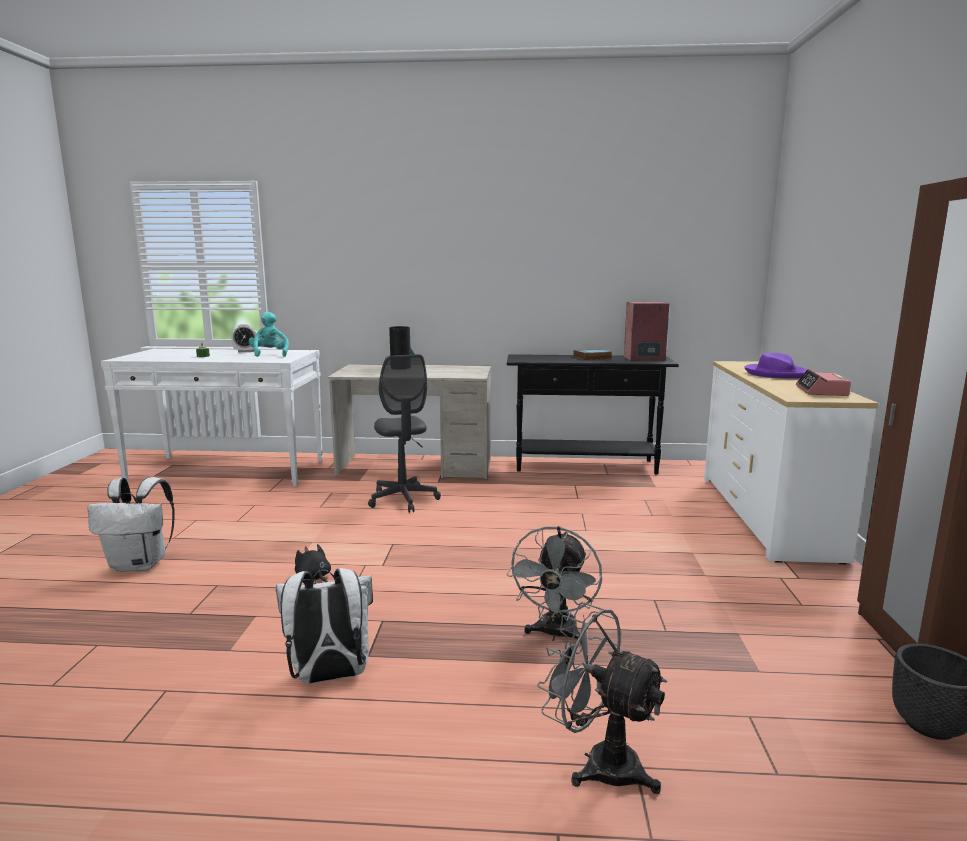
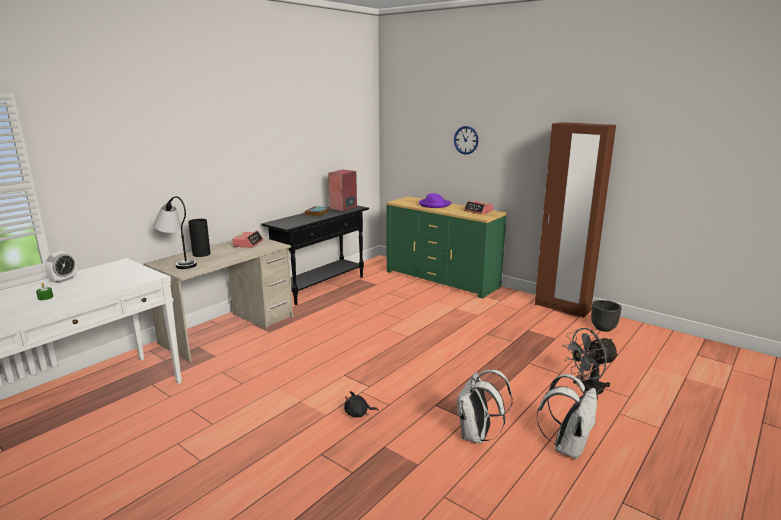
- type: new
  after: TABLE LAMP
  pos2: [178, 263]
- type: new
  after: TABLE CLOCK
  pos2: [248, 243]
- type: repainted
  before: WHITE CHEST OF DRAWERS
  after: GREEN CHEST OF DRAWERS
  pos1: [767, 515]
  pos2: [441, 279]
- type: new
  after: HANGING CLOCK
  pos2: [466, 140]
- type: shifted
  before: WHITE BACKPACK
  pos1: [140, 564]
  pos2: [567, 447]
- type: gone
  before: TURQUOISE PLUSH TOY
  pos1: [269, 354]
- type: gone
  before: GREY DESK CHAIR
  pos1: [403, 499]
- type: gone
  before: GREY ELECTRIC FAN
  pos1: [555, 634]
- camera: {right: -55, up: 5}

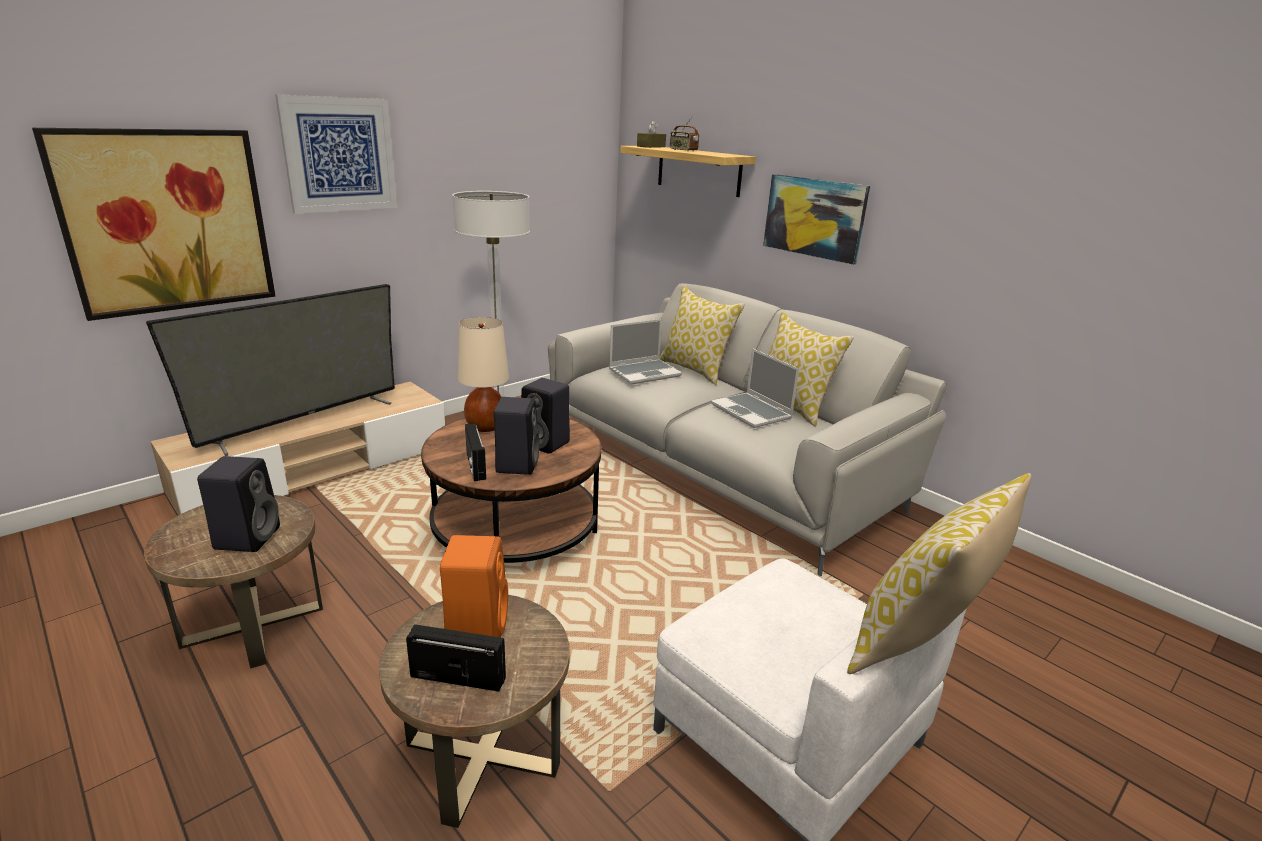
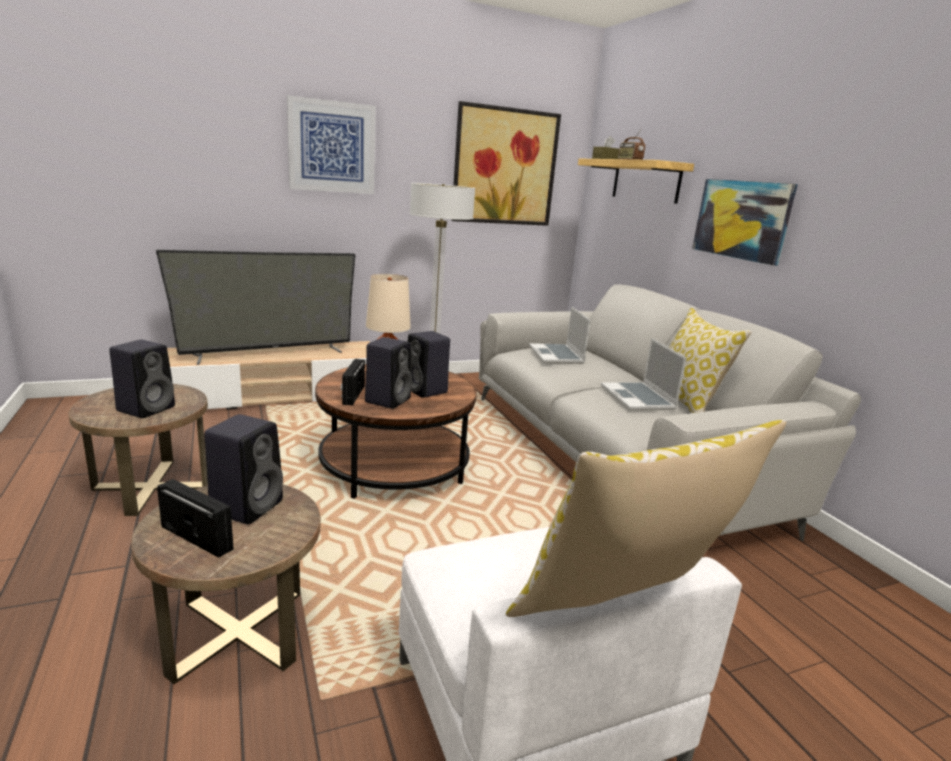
- type: repainted
  before: ORANGEY AUDIO SPEAKER
  after: BLACK-COLOURED AUDIO SPEAKER
  pos1: [477, 627]
  pos2: [248, 506]
- type: shifted
  before: WALL ART
  pos1: [167, 221]
  pos2: [504, 167]
- type: rotated
  before: PORTABLE COMPUTER
  pos1: [645, 373]
  pos2: [557, 355]
  turn: 90
- type: gone
  before: THROW PILLOW
  pos1: [695, 370]
- camera: {right: 20, up: -5}

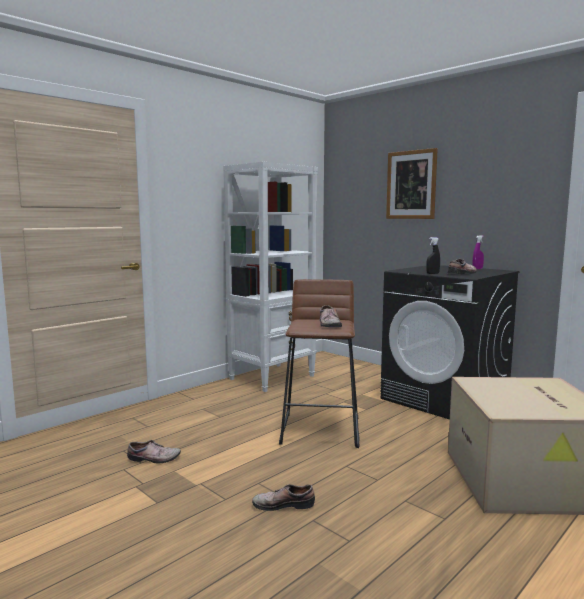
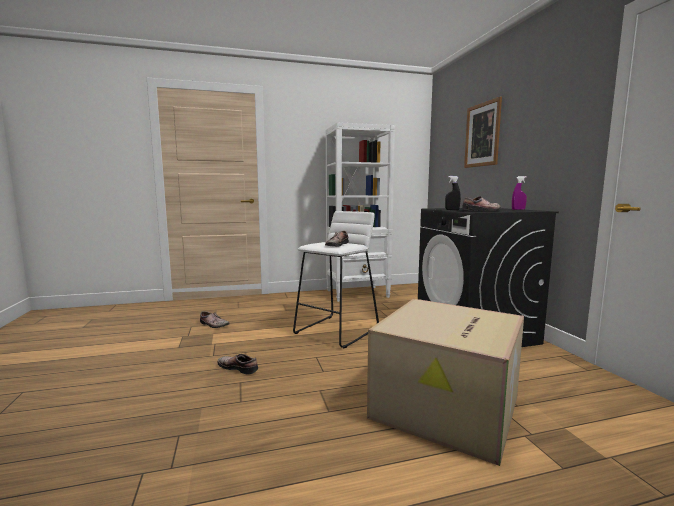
- type: repainted
  before: BROWN STOOL
  after: WHITE STOOL
  pos1: [321, 429]
  pos2: [337, 331]
- camera: {right: 30, up: 0}

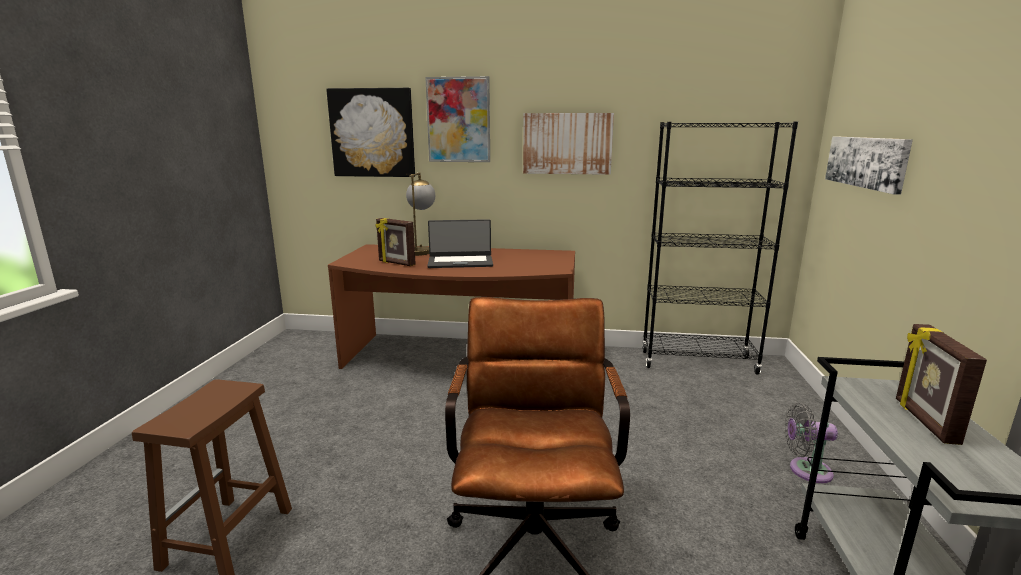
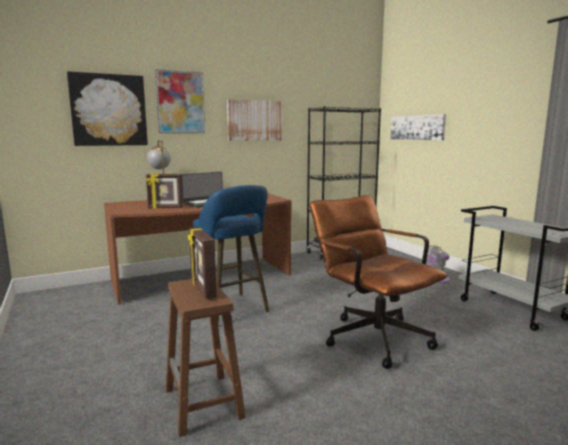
- type: shifted
  before: STANDING FRAME
  pos1: [924, 421]
  pos2: [202, 290]
- type: new
  after: BLUE STOOL
  pos2: [232, 311]
- camera: {right: -35, up: -5}

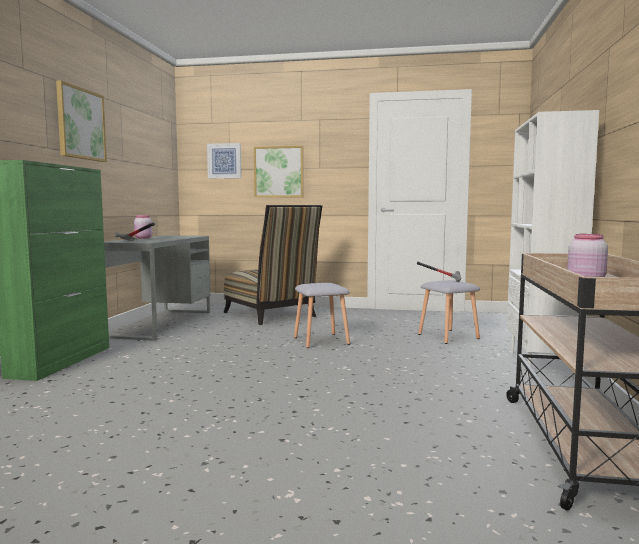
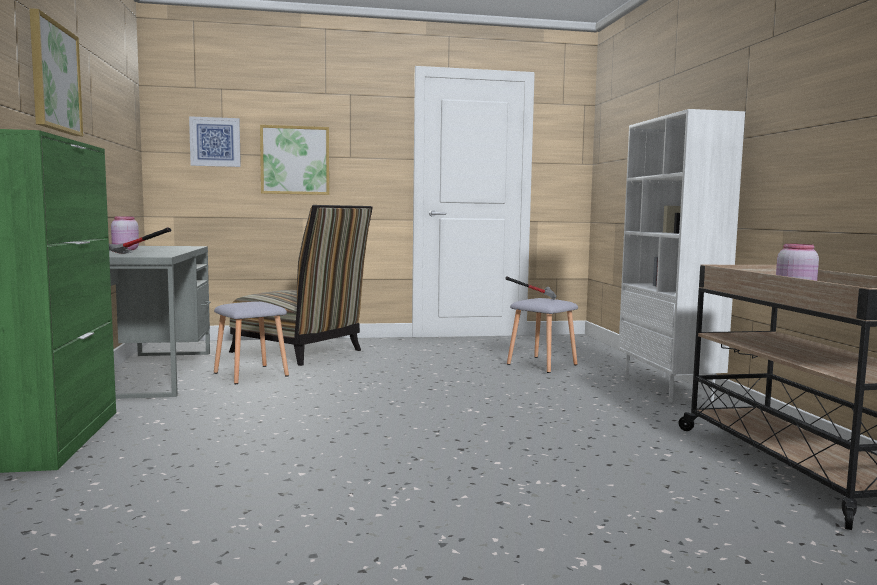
- type: shifted
  before: GREY STOOL
  pos1: [322, 340]
  pos2: [252, 374]
- camera: {right: -20, up: 0}

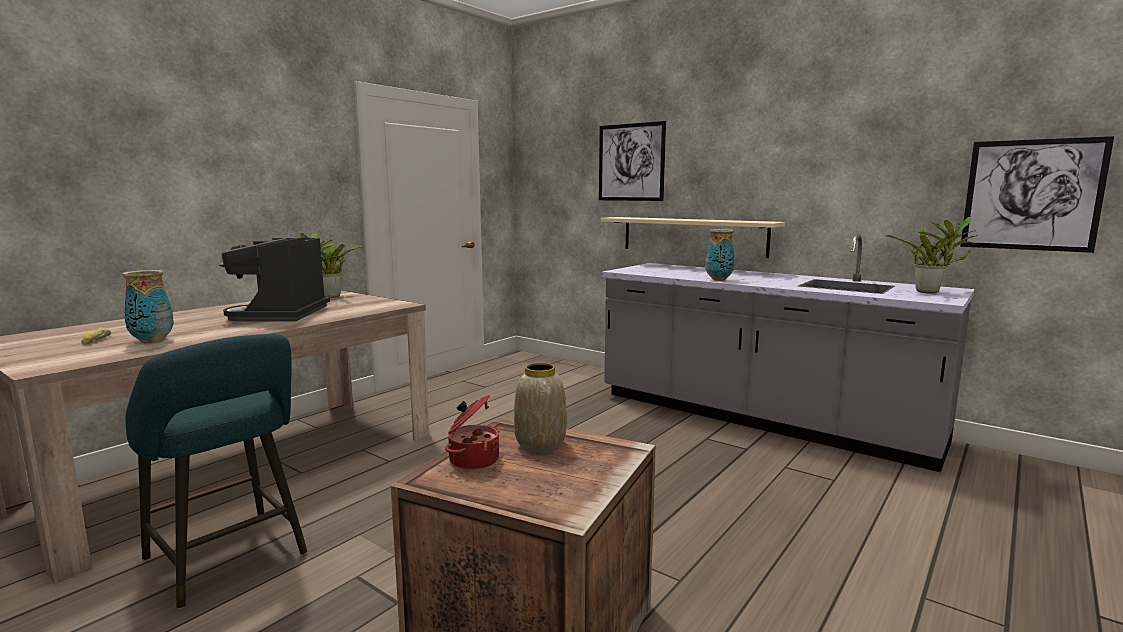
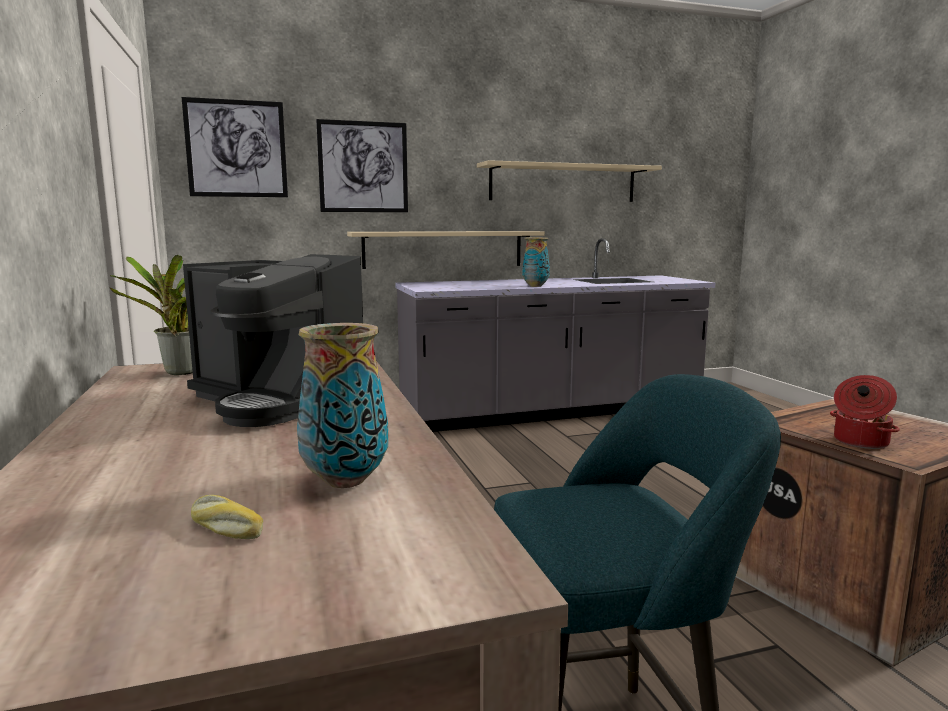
- type: shifted
  before: WALL ART
  pos1: [1031, 195]
  pos2: [236, 149]
- type: new
  after: SAND-COLOURED WALL SHELF
  pos2: [563, 183]
- type: gone
  before: FLOWER VASE
  pos1: [540, 445]
- type: gone
  before: HOUSEPLANT
  pos1: [930, 292]
- camera: {right: -55, up: 0}

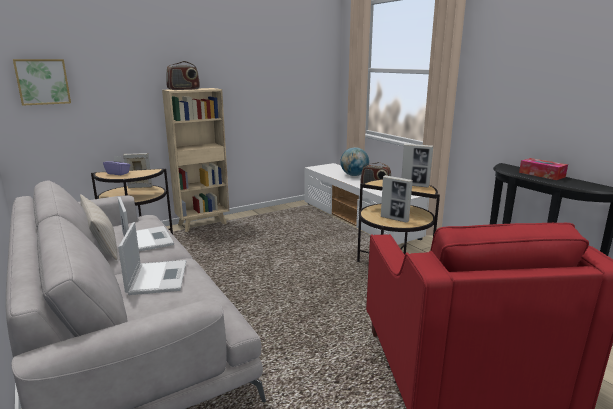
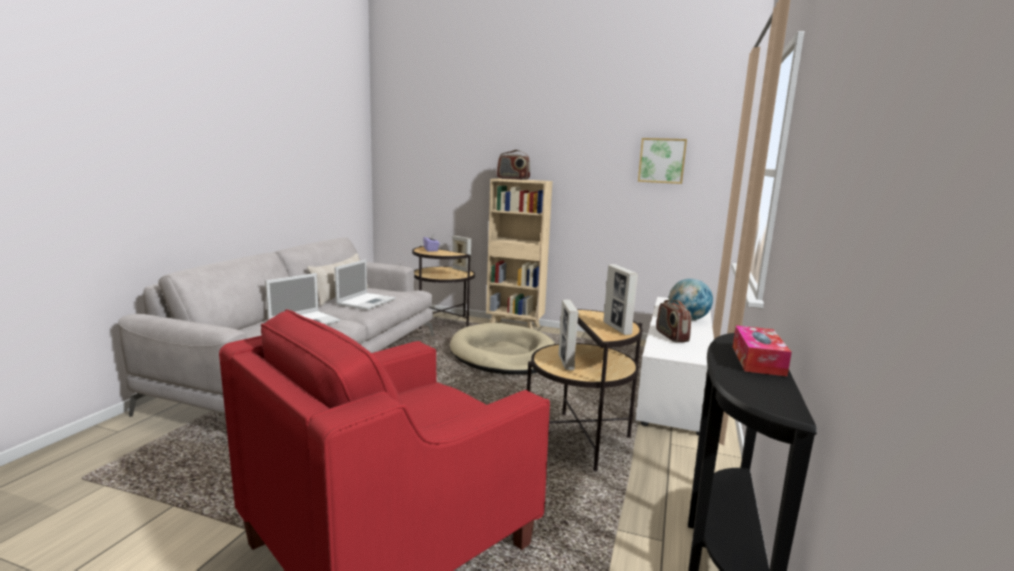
- type: new
  after: SAND-COLOURED DOG CUSHION
  pos2: [504, 354]
- type: shifted
  before: WALL ART
  pos1: [42, 82]
  pos2: [662, 160]
- camera: {right: 50, up: -5}

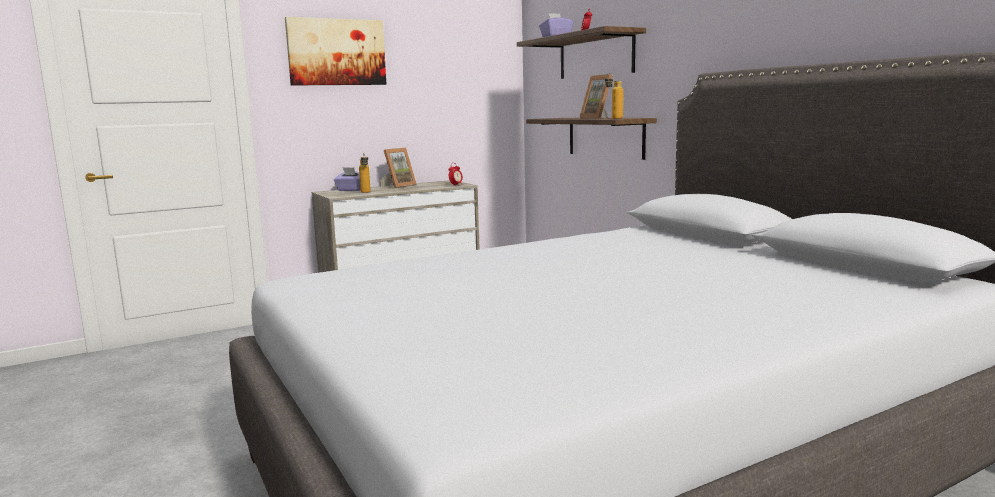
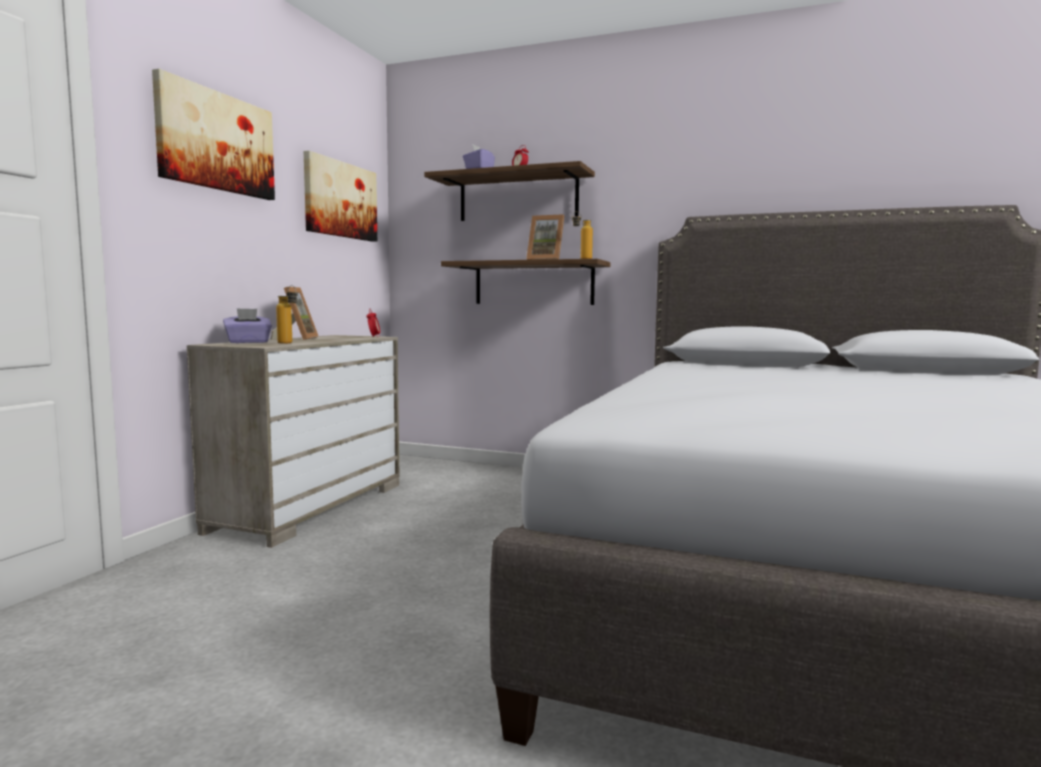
- type: new
  after: WALL ART
  pos2: [340, 200]
- camera: {right: -40, up: -5}

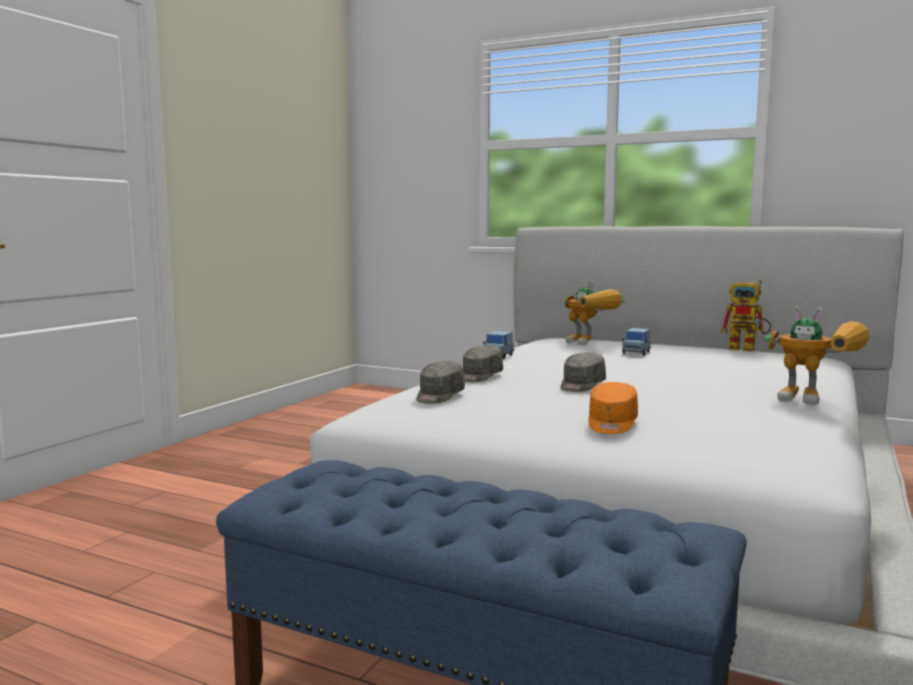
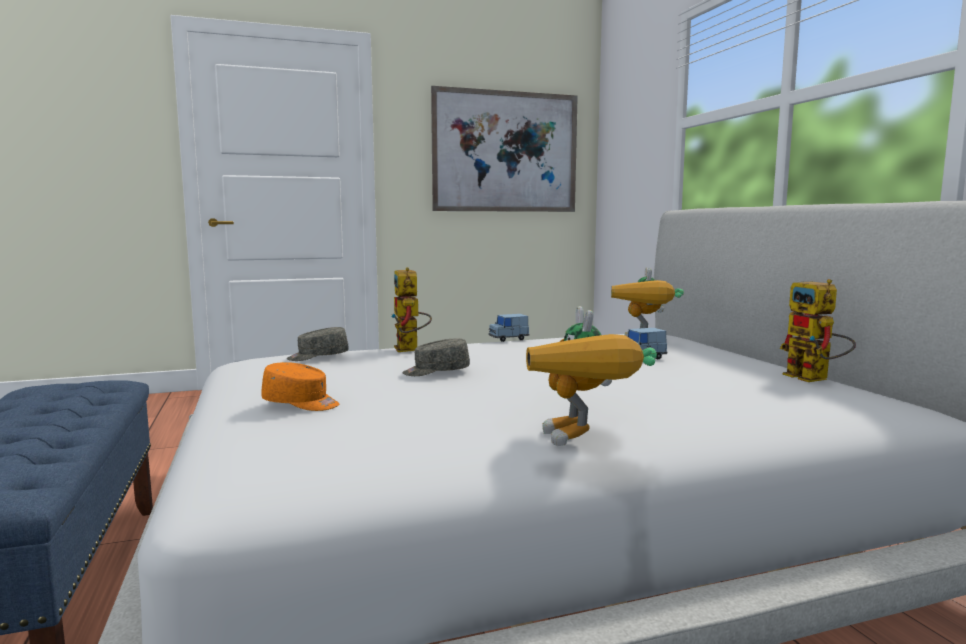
- type: rotated
  before: ORANGEY CAP
  pos1: [611, 424]
  pos2: [301, 403]
  turn: -135
- type: swapped
  before: GREY CAP
  after: TOY ROBOT
  pos1: [479, 376]
  pos2: [410, 350]
- type: new
  after: WALL ART
  pos2: [506, 152]
- camera: {right: 45, up: 0}

